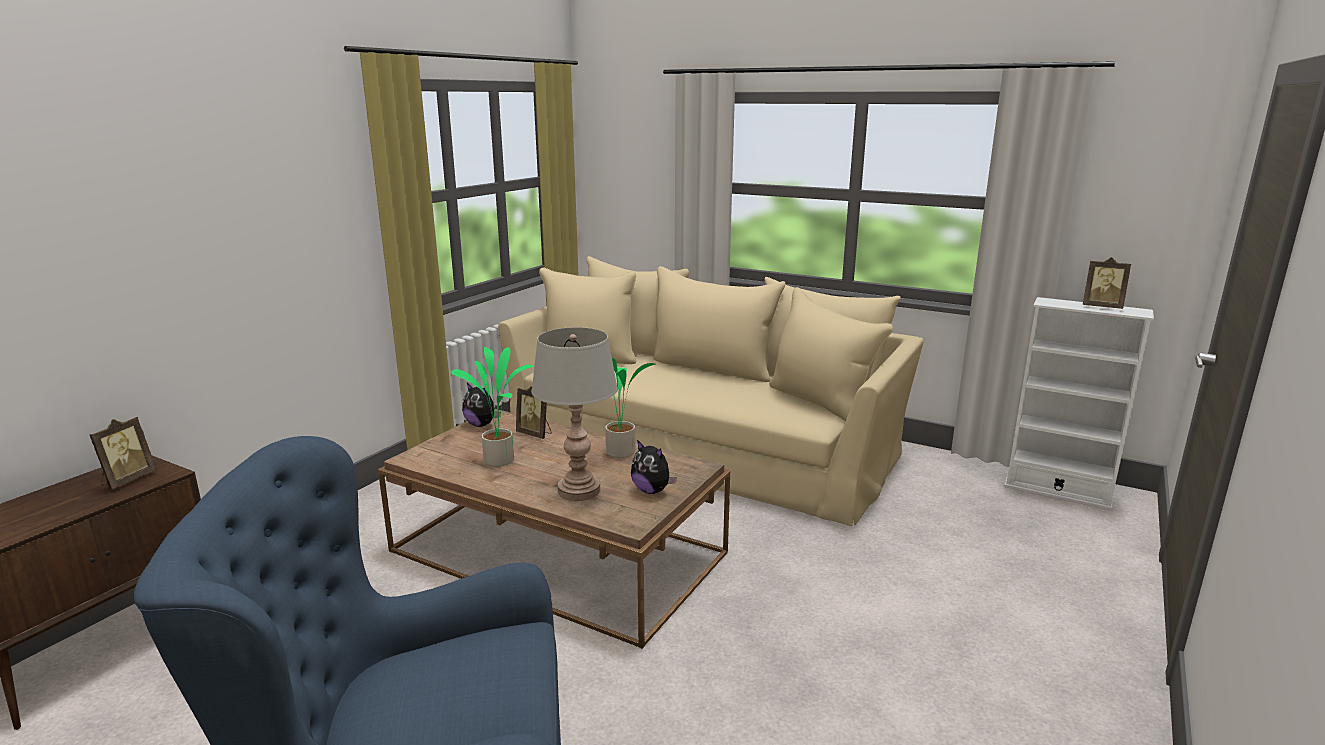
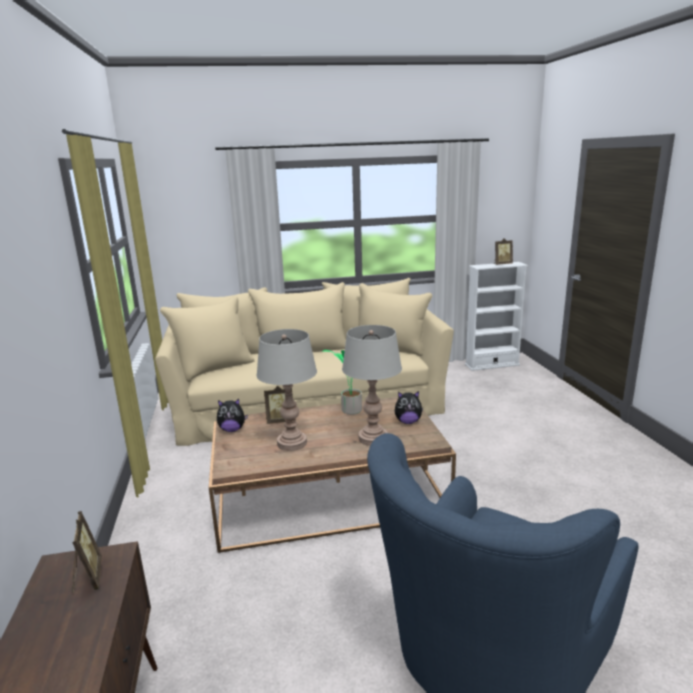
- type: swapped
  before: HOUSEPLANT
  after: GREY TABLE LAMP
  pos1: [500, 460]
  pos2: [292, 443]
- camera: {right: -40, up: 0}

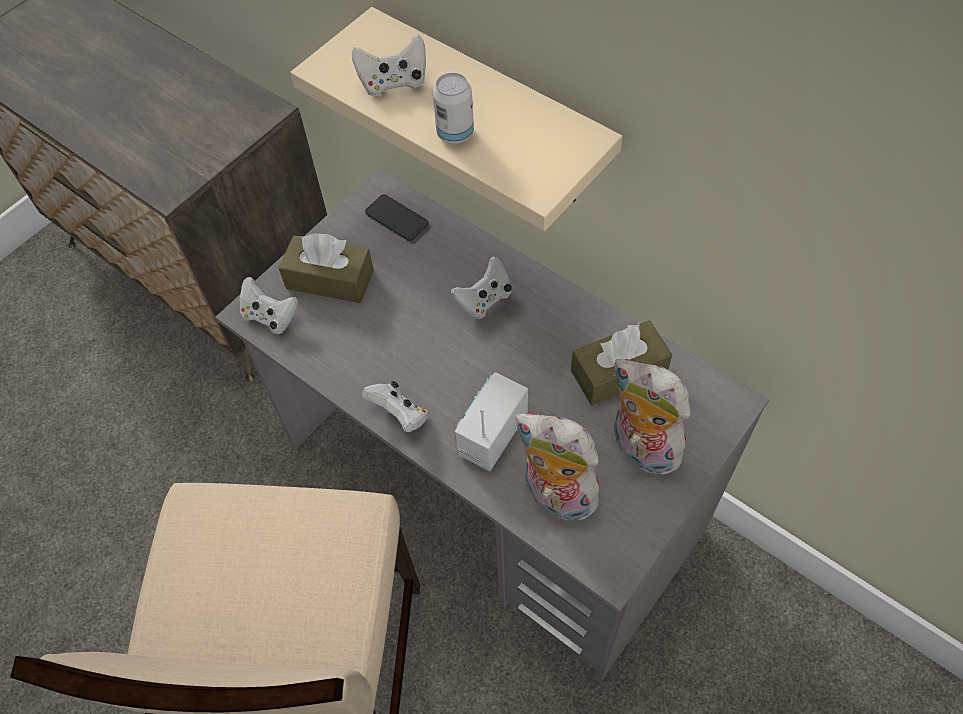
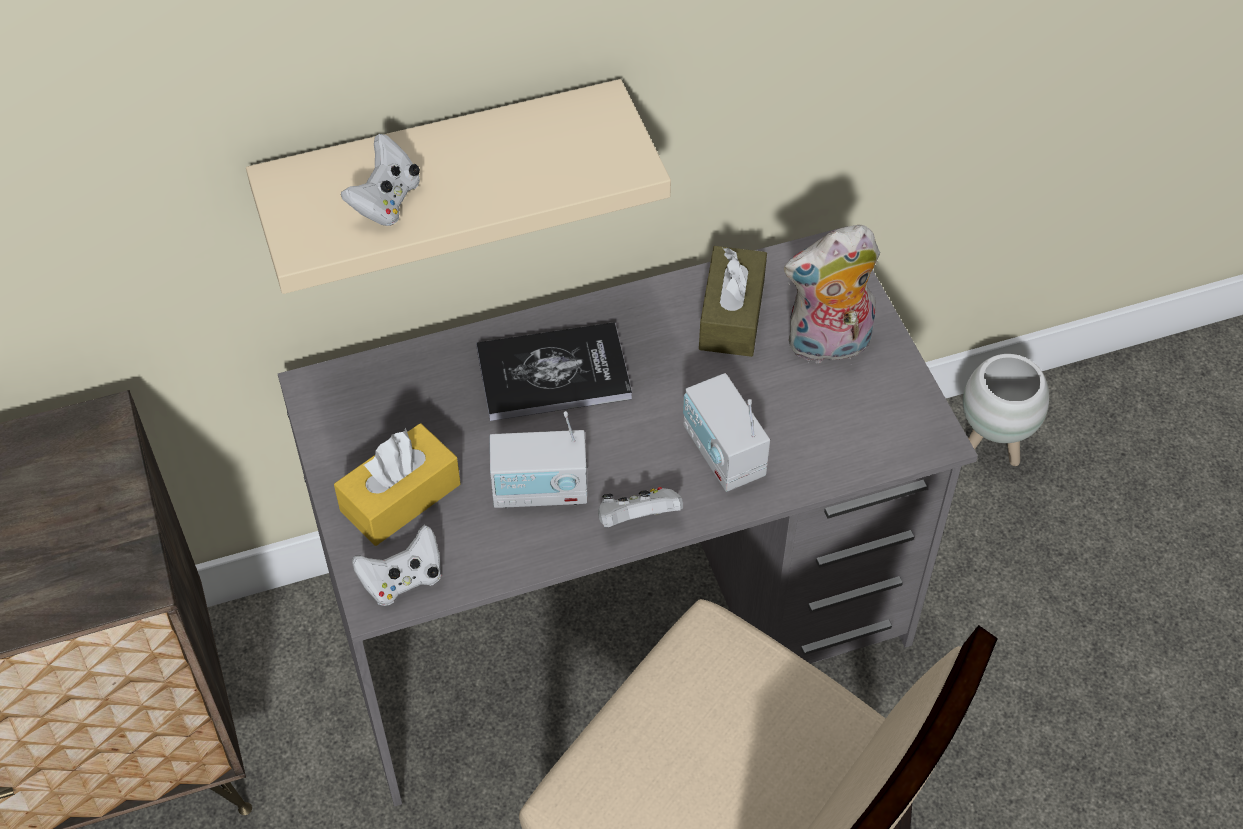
- type: repainted
  before: BROWN BOX OF TISSUES
  after: YELLOW BOX OF TISSUES
  pos1: [330, 279]
  pos2: [400, 497]
- type: swapped
  before: WHITE GAMEPAD
  after: BOUND BOOK
  pos1: [484, 300]
  pos2: [553, 373]
- type: new
  after: RADIO
  pos2: [540, 490]
- type: new
  after: WHITE FLOWER POT
  pos2: [992, 447]
- type: gone
  before: HANDSET
  pos1: [396, 218]
- type: gone
  before: SEALED CAN
  pos1: [455, 133]
- type: gone
  before: PLUSH TOY
  pos1: [555, 496]
- camera: {right: -60, up: -5}

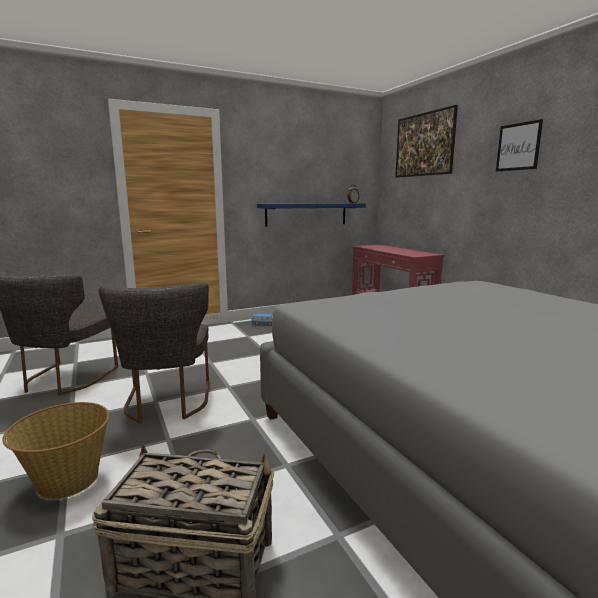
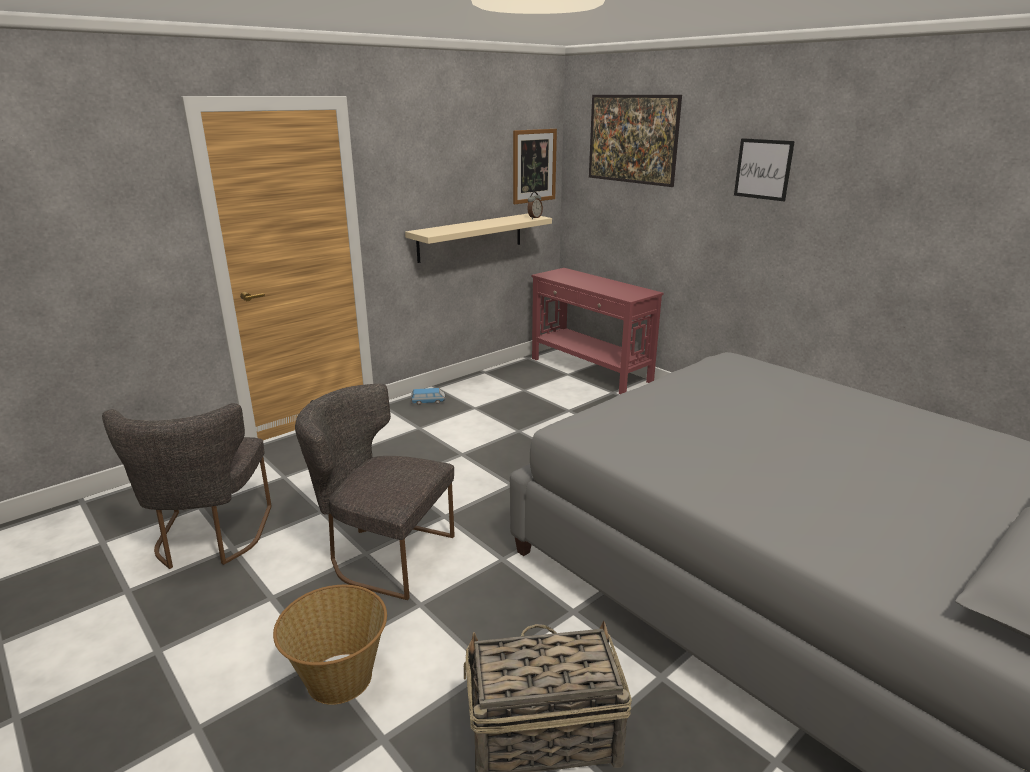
- type: rotated
  before: GREY UPRIGHT CHAIR
  pos1: [167, 403]
  pos2: [383, 554]
  turn: 135
- type: repainted
  before: BLUE WALL SHELF
  after: SAND-COLOURED WALL SHELF
  pos1: [306, 214]
  pos2: [471, 237]
- type: new
  after: WALL ART
  pos2: [534, 166]
- camera: {right: -15, up: 10}

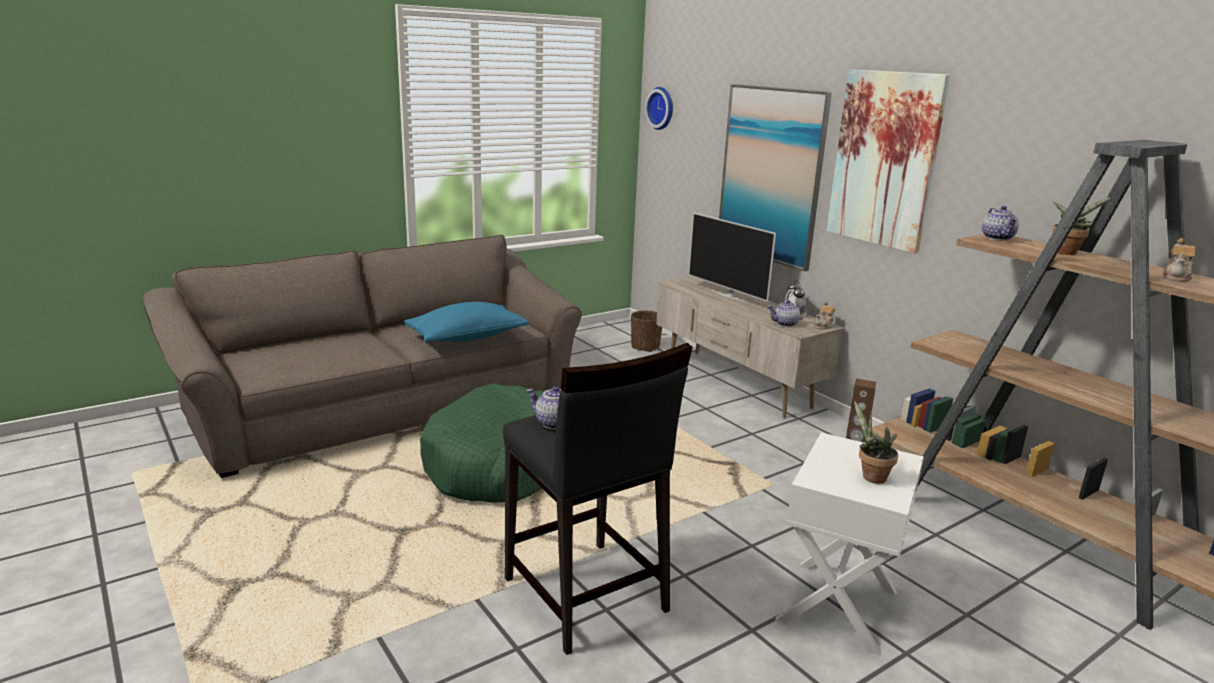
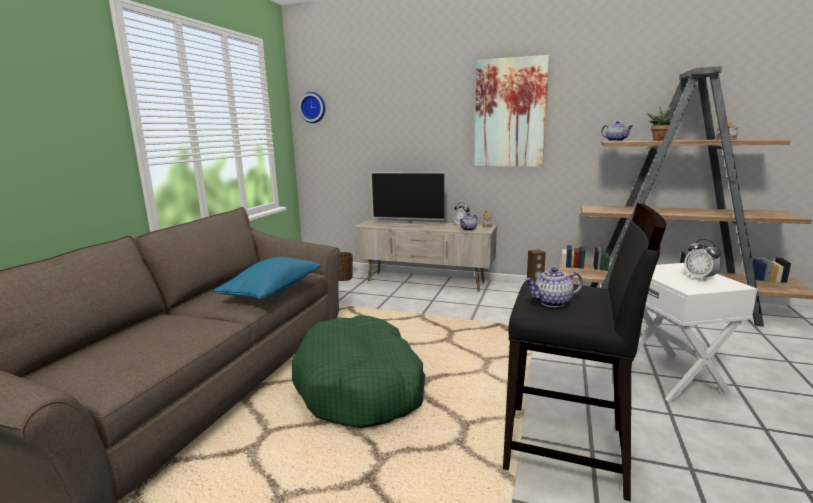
- type: swapped
  before: HOUSEPLANT
  after: TABLE CLOCK
  pos1: [870, 477]
  pos2: [700, 278]
- type: gone
  before: WALL ART
  pos1: [770, 175]
- camera: {right: -35, up: -5}

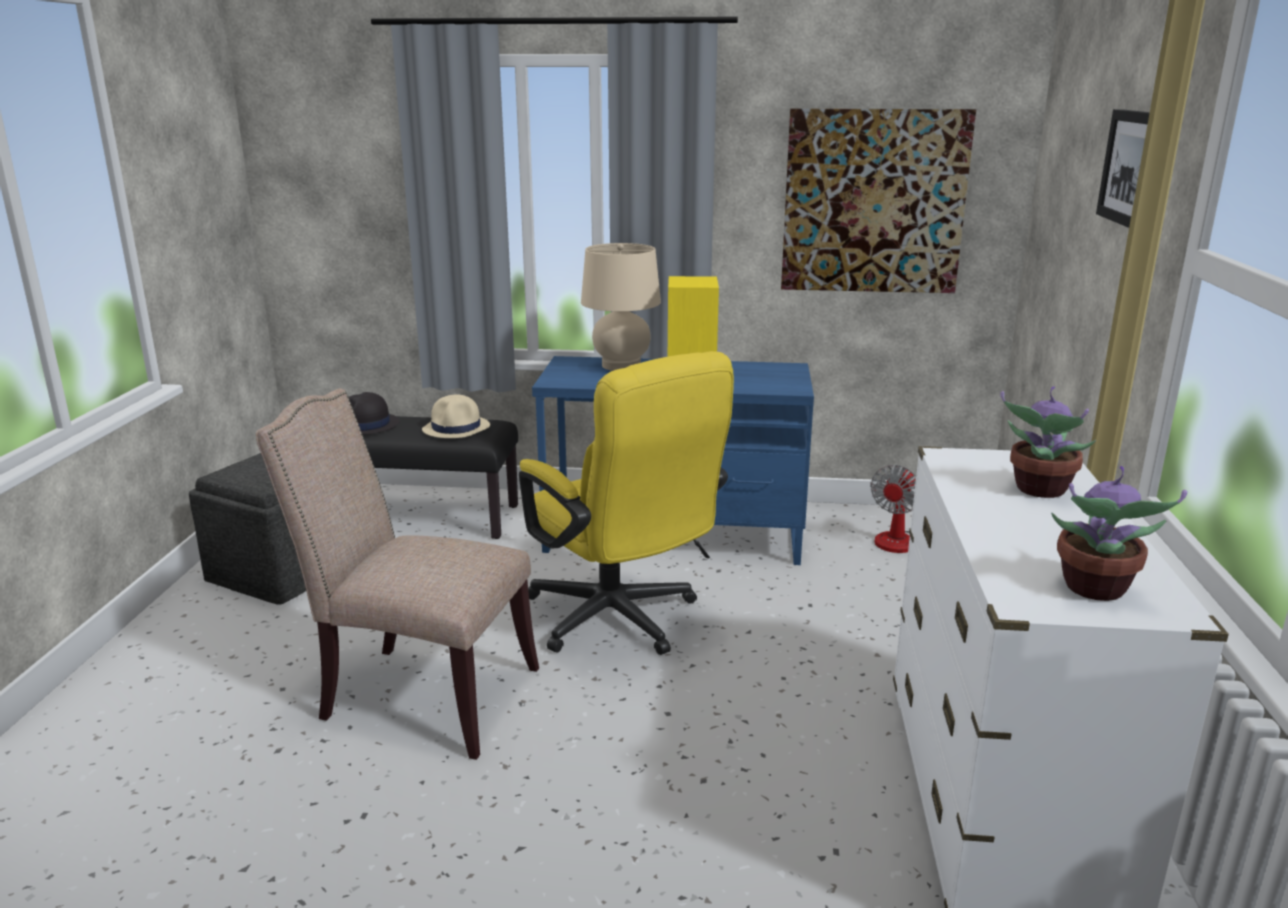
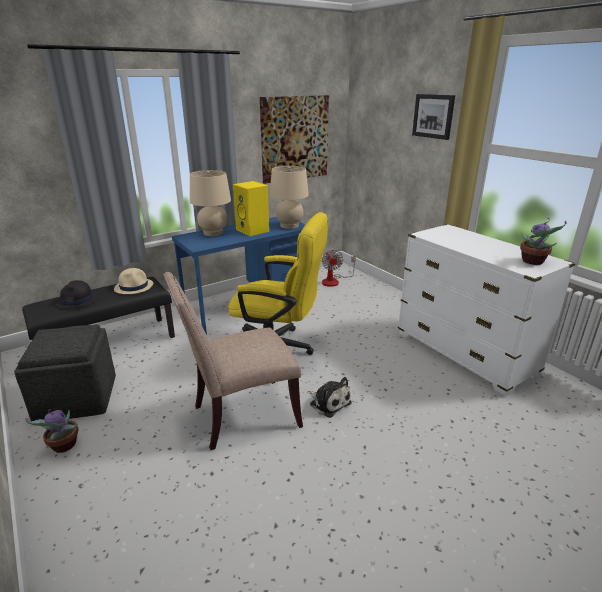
- type: shifted
  before: HOUSEPLANT
  pos1: [1039, 490]
  pos2: [63, 446]
- type: new
  after: SAND-COLOURED TABLE LAMP
  pos2: [289, 226]
- type: new
  after: PLUSH TOY
  pos2: [328, 402]
- camera: {right: -40, up: 5}

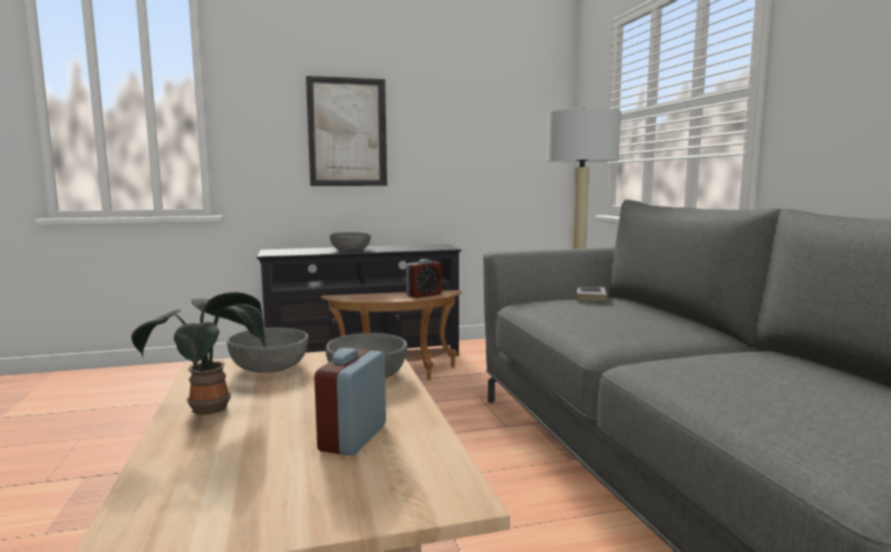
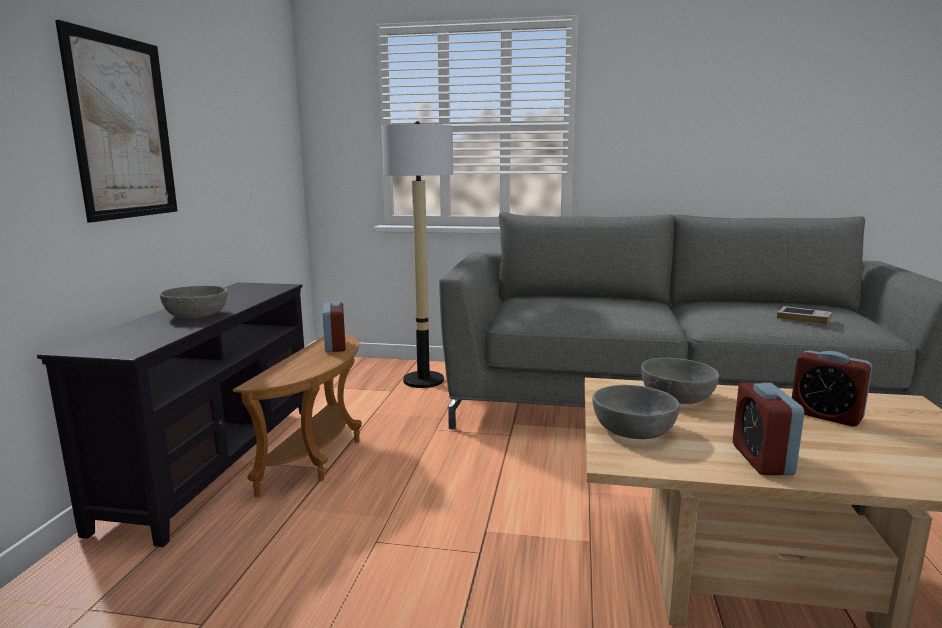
- type: swapped
  before: HOUSEPLANT
  after: TABLE CLOCK
  pos1: [213, 408]
  pos2: [761, 459]
- type: shifted
  before: BOUND BOOK
  pos1: [591, 298]
  pos2: [804, 318]
- camera: {right: -65, up: 5}

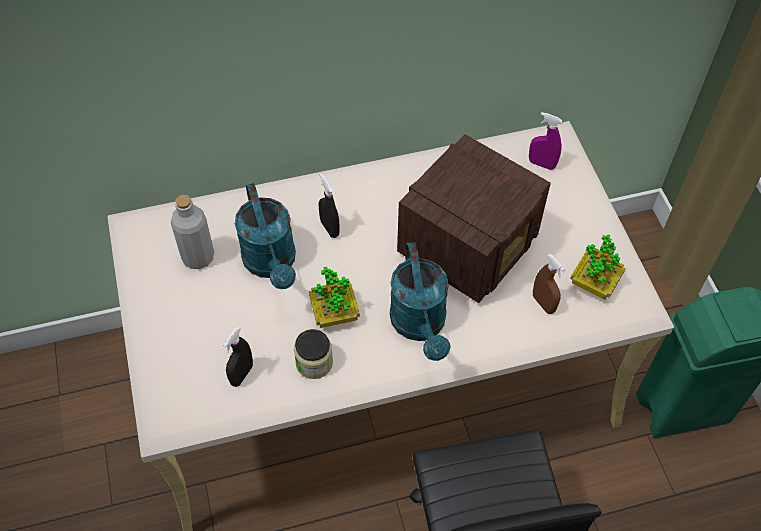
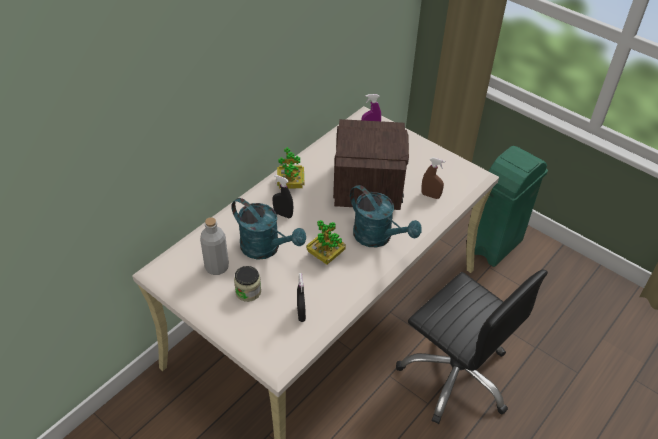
- type: shifted
  before: JAR
  pos1: [314, 363]
  pos2: [248, 292]
- type: shifted
  before: HOUSEPLANT
  pos1: [594, 283]
  pos2: [290, 184]
- camera: {right: -35, up: -10}

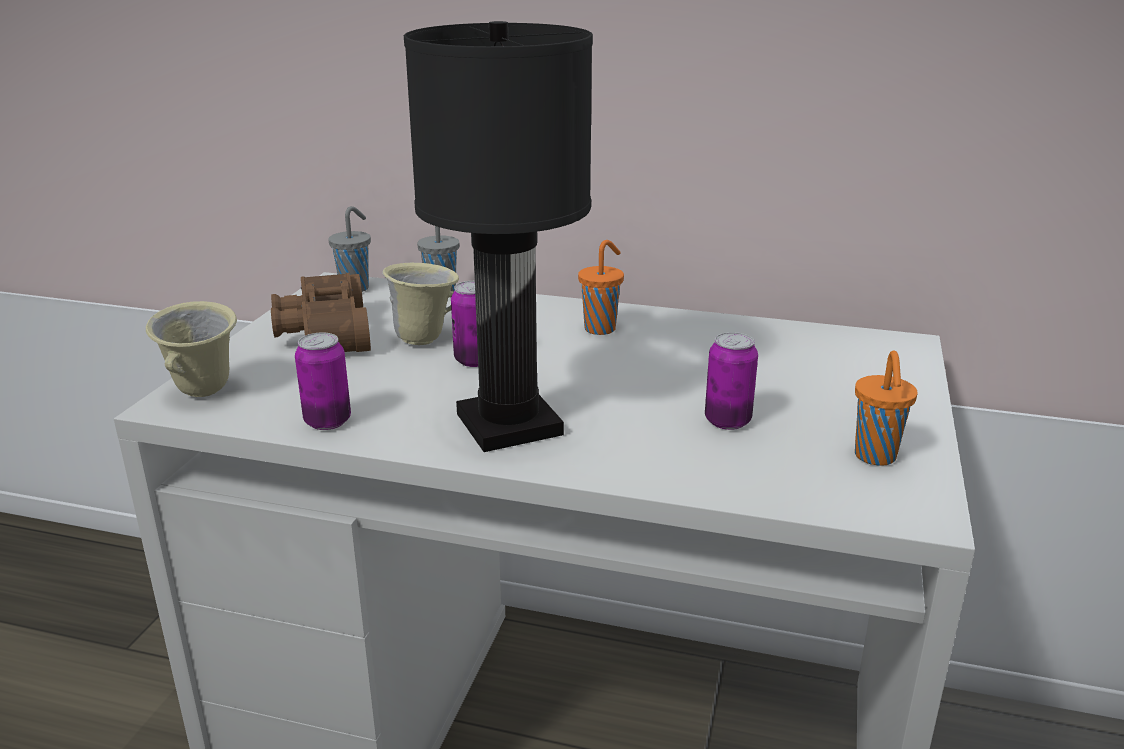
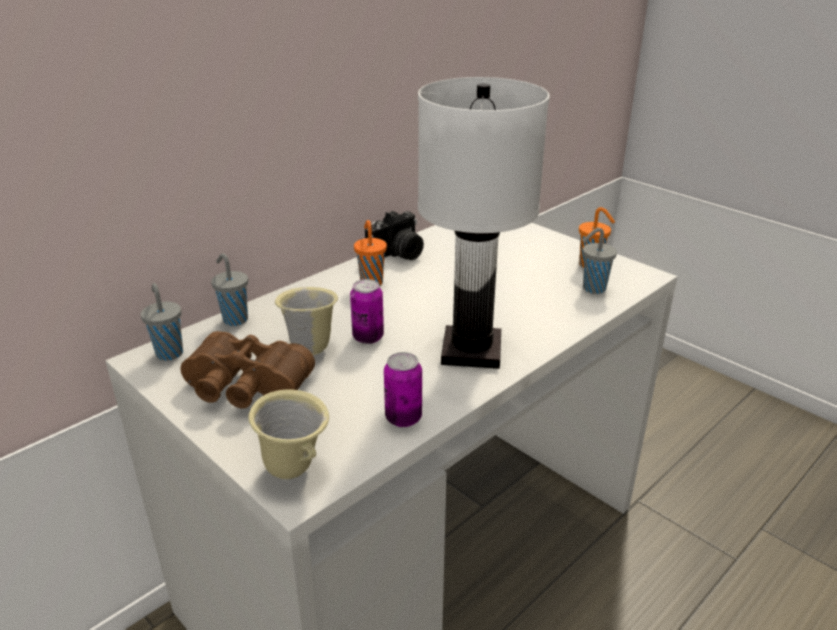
- type: new
  after: STILL CAMERA
  pos2: [397, 255]
- type: repainted
  before: BLACK-COLOURED TABLE LAMP
  after: WHITE TABLE LAMP
  pos1: [511, 425]
  pos2: [472, 350]
- type: new
  after: GREY CUP
  pos2: [592, 289]
- type: gone
  before: SEALED CAN
  pos1: [727, 421]
- camera: {right: -60, up: 5}

